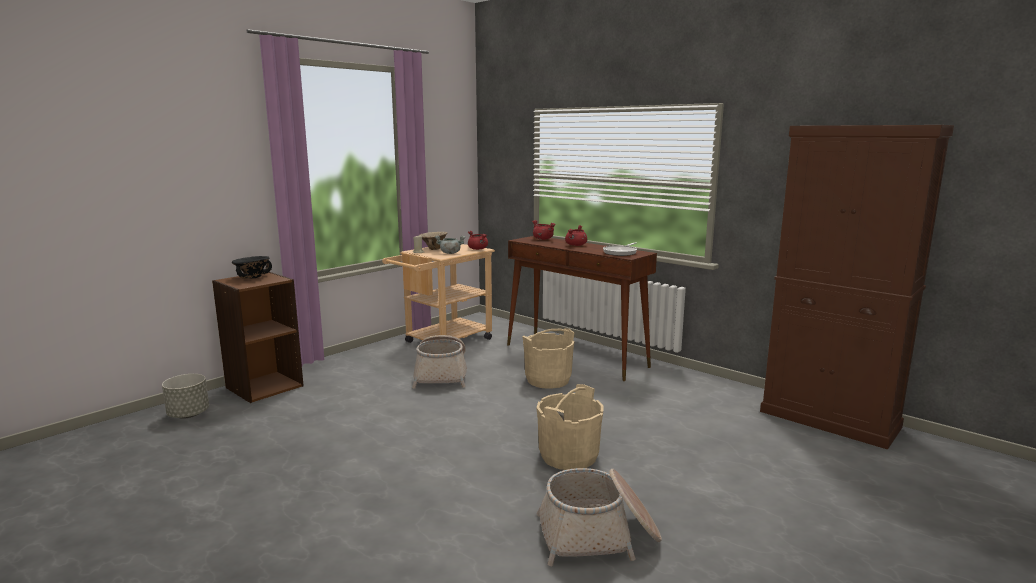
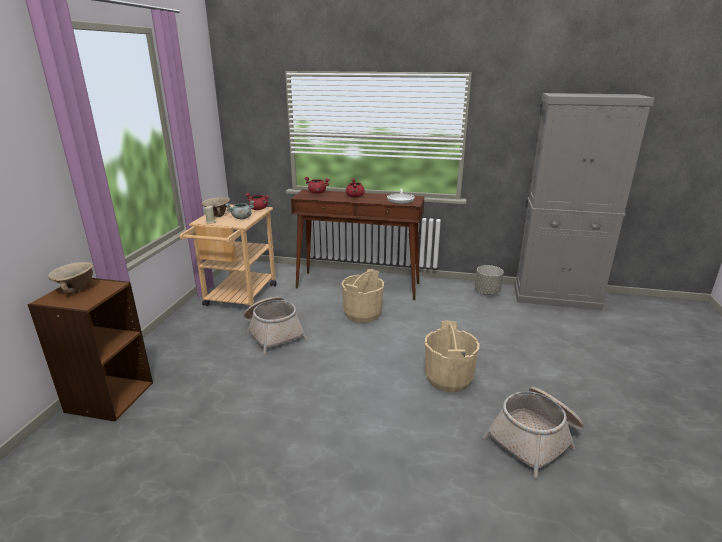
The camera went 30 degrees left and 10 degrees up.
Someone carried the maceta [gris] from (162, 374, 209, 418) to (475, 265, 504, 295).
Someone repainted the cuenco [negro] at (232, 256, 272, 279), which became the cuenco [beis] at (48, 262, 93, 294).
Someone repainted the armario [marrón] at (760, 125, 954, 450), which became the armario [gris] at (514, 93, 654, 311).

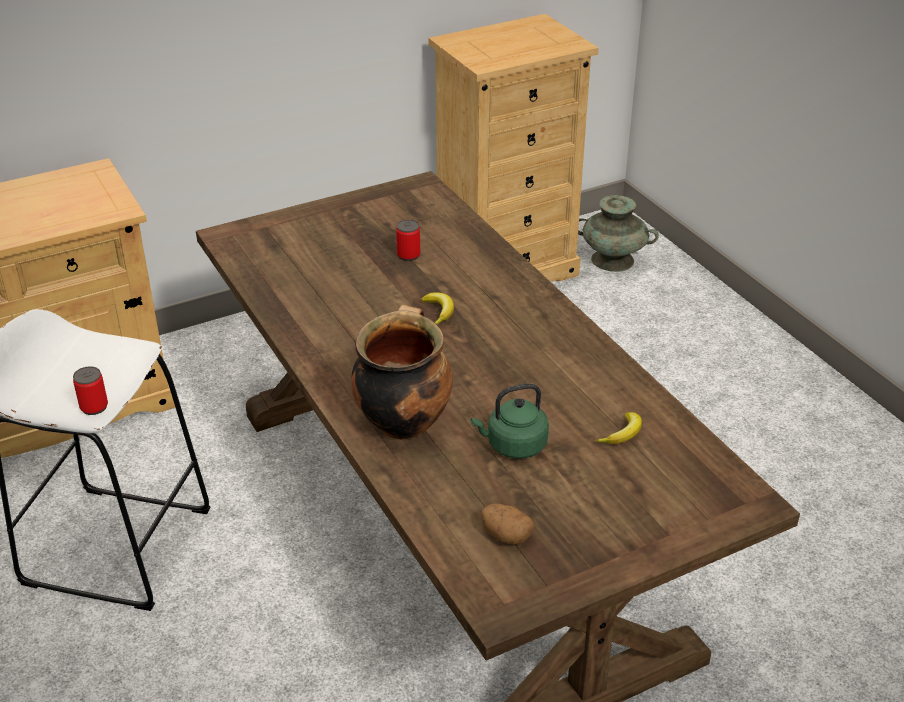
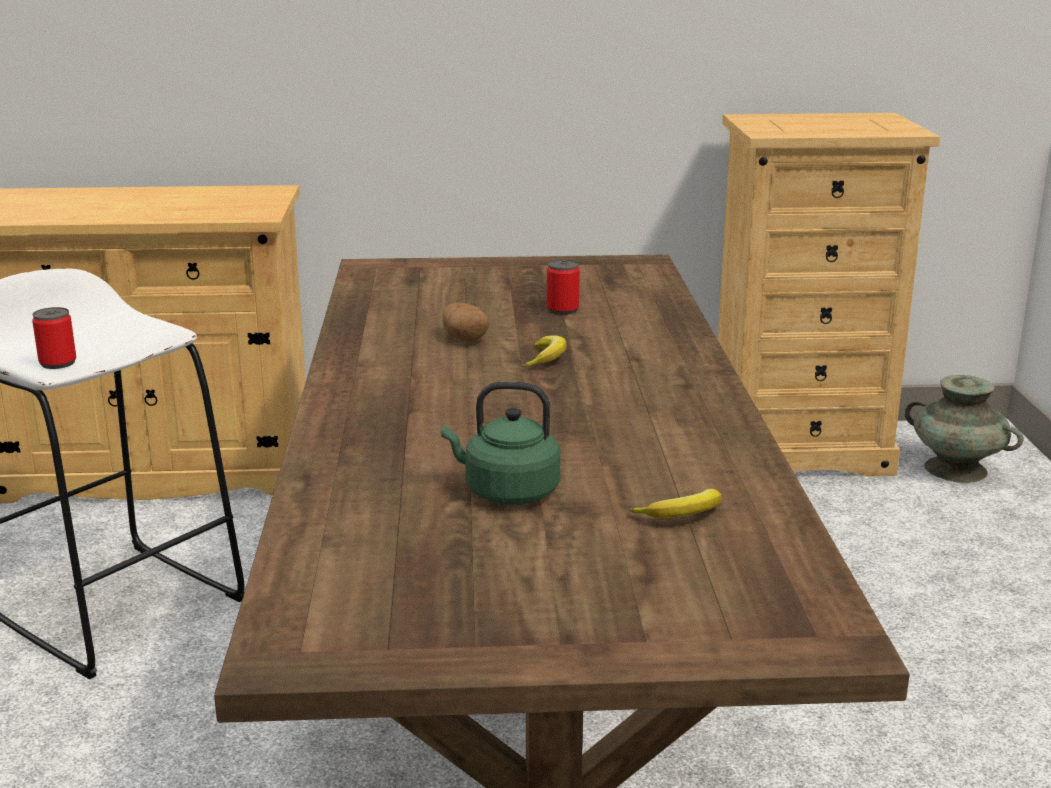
The camera went 25 degrees right and 15 degrees down.
Someone took away the olla at (351, 305, 453, 440).
Someone carried the patata from (480, 504, 534, 545) to (442, 303, 489, 342).

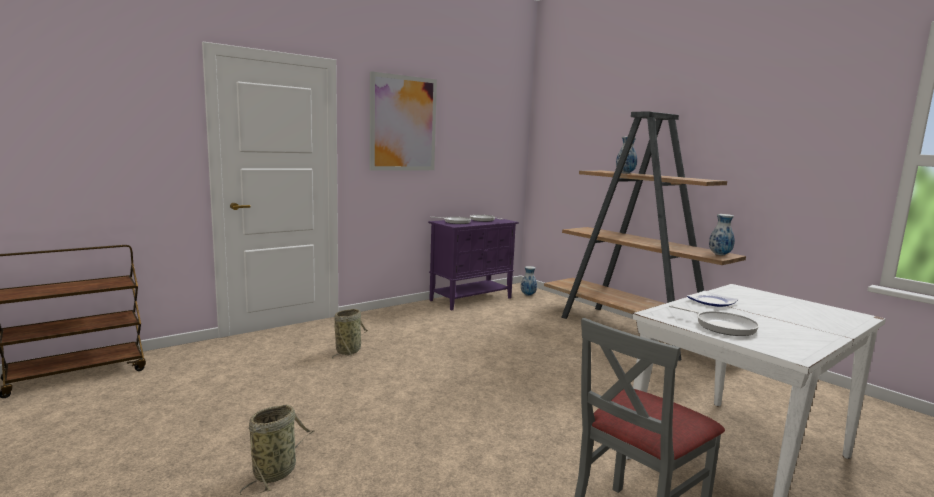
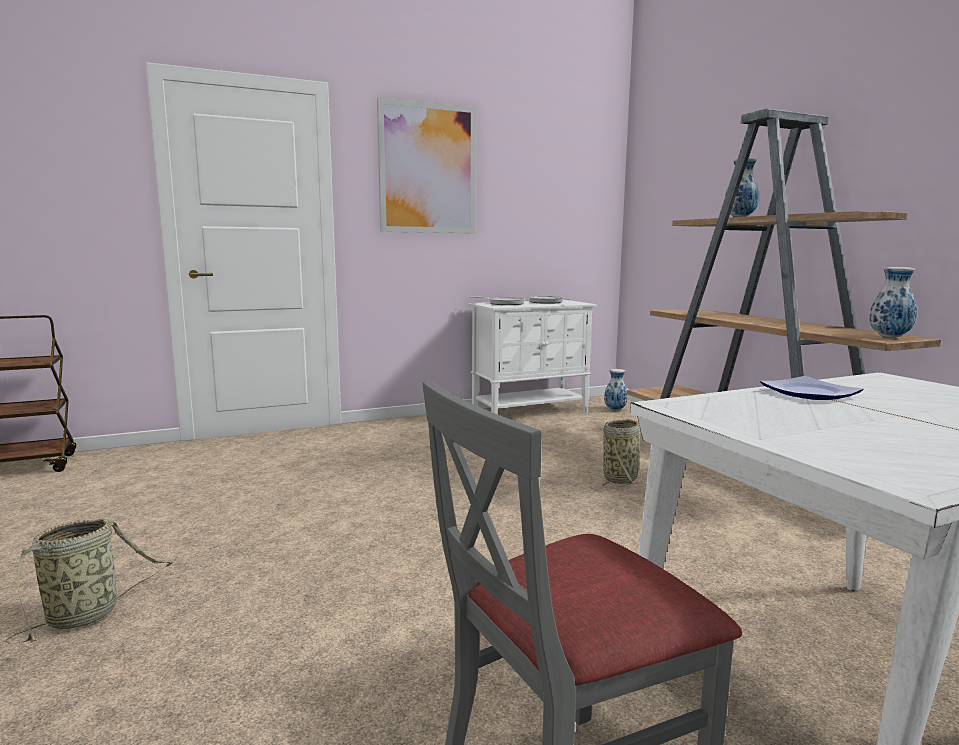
The camera went 15 degrees right and 0 degrees up.
Someone carried the cesta from (332, 309, 368, 359) to (602, 419, 640, 488).
Someone repainted the armario [morado] at (428, 217, 519, 311), which became the armario [blanco] at (468, 300, 597, 414).
Someone took away the sartén at (669, 305, 759, 336).

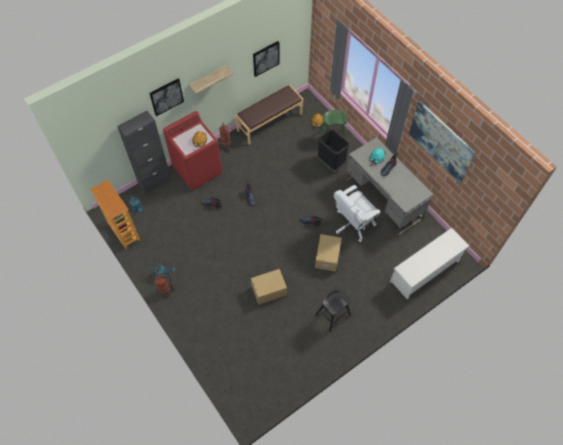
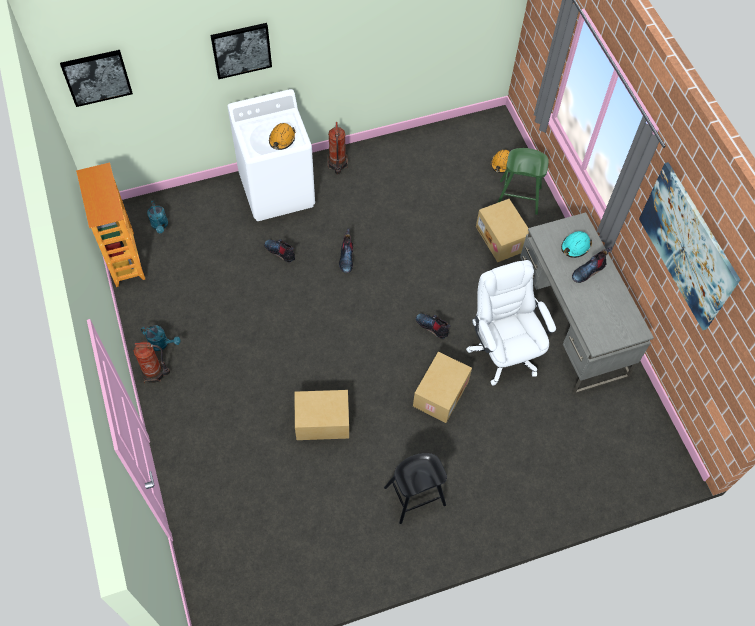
The camera went 15 degrees right and 0 degrees up.
Someone took away the armario [negro] at (117, 111, 171, 194).
Someone repainted the lavadora [rojo] at (163, 111, 222, 191), which became the lavadora [blanco] at (227, 89, 315, 221).
Someone took away the estante at (189, 65, 233, 94).
Someone took away the banco [marrón] at (236, 85, 303, 145).
Someone carried the cuadro from (253, 41, 279, 77) to (60, 50, 133, 107).
Someone swapped the papelera [negro] at (318, 129, 349, 172) for the caja de cartón at (476, 199, 529, 262).
Someone rotated the silla de oficina [blanco] at (334, 185, 380, 242) by 90 degrees clockwise.
Someone took away the zapatero [blanco] at (390, 228, 469, 299).

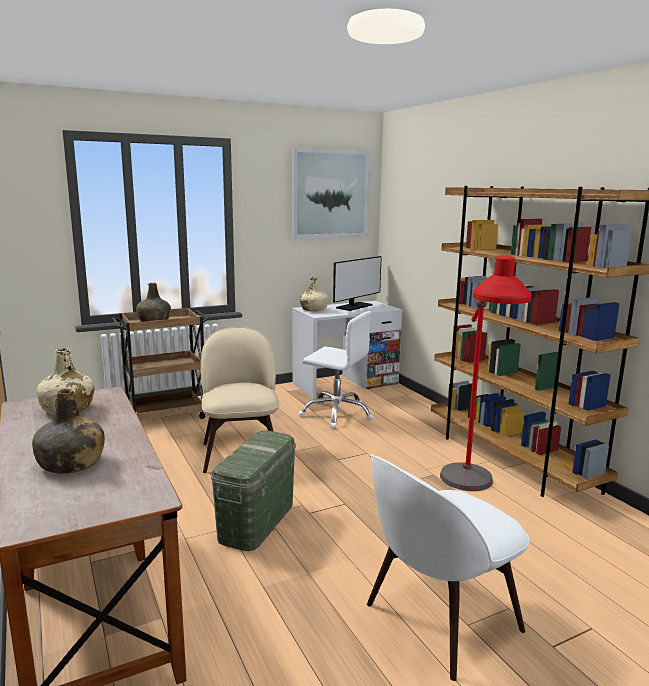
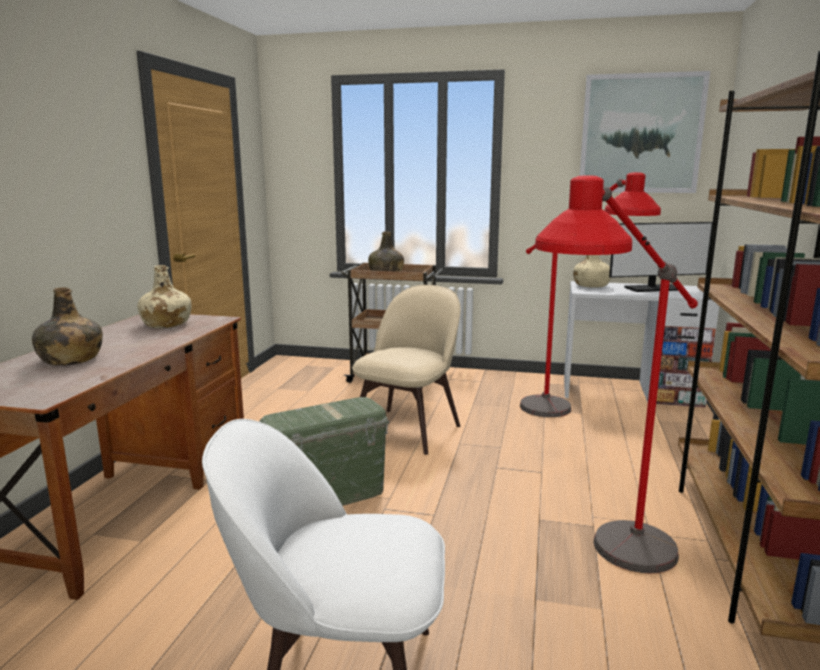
The camera went 40 degrees right and 0 degrees up.
Someone swapped the silla de oficina [blanco] at (299, 311, 373, 428) for the lámpara de pie [rojo] at (520, 172, 661, 417).

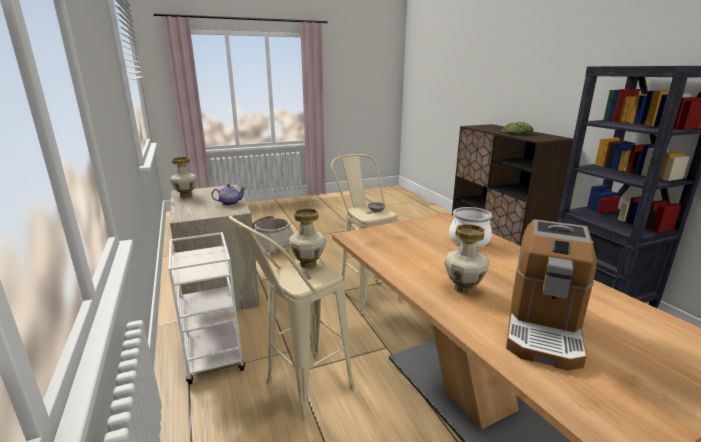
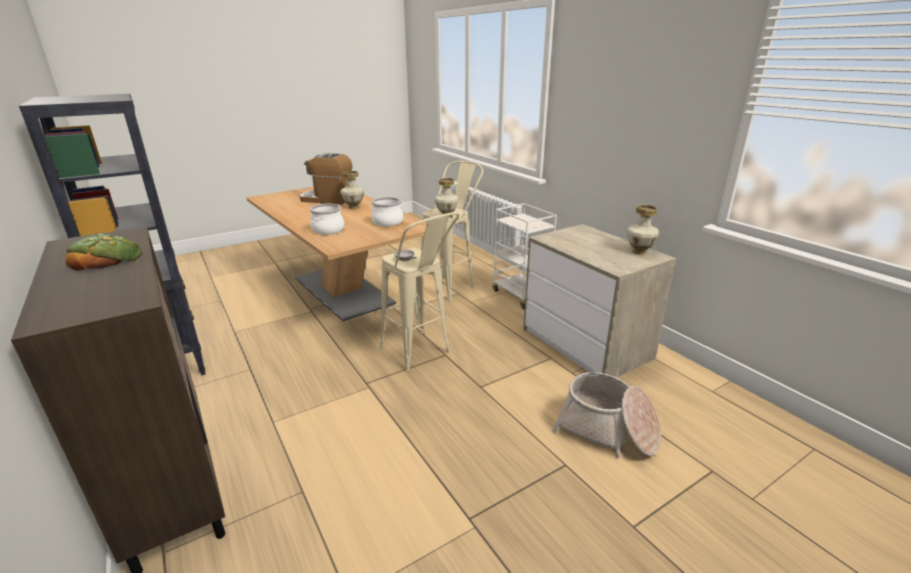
The camera went 170 degrees right and 5 degrees up.
Someone took away the tetera at (211, 184, 246, 205).
Someone rotated the cafetera at (506, 219, 597, 371) by 90 degrees counterclockwise.
Someone put down the olla at (371, 197, 403, 227).

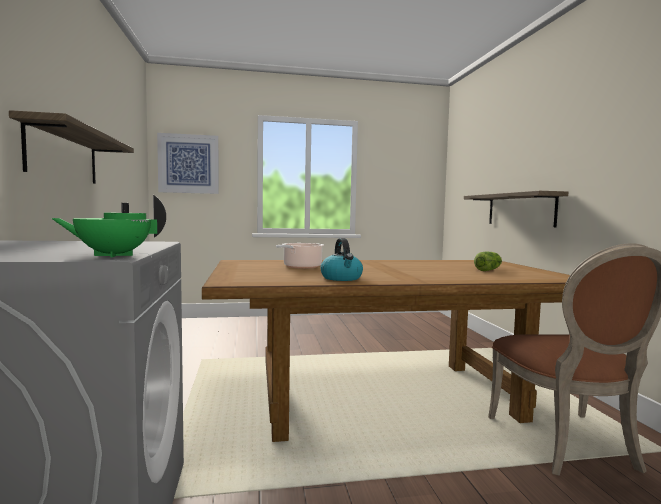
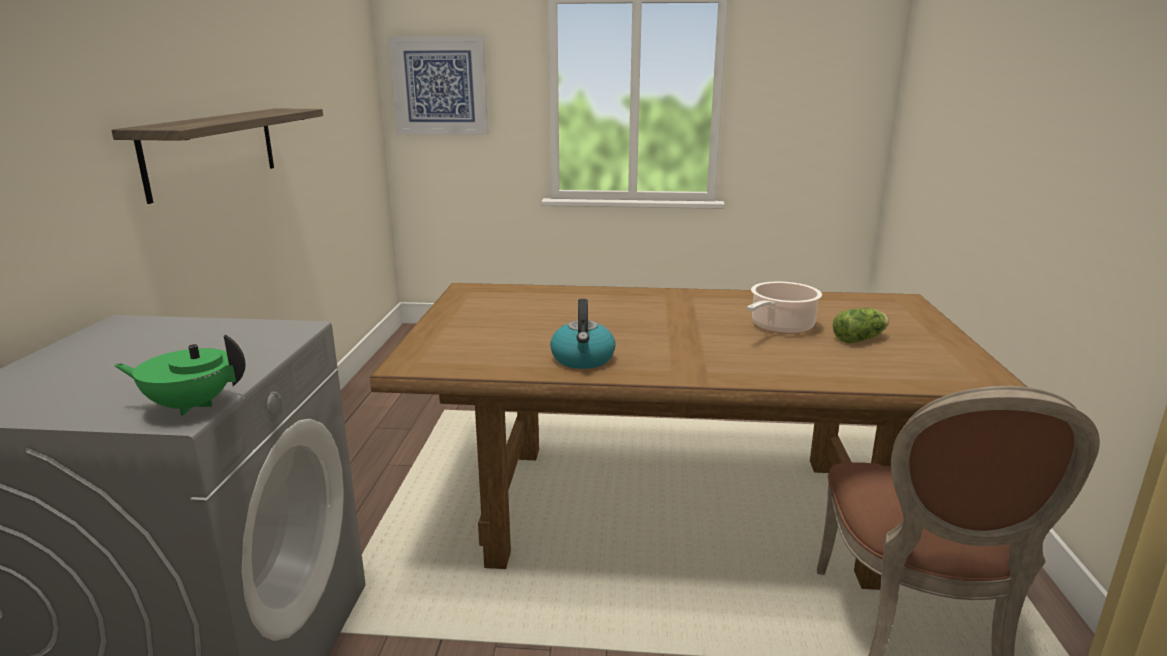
The camera went 15 degrees right and 15 degrees up.
Someone carried the olla from (276, 243, 324, 269) to (747, 282, 822, 334).
Someone took away the estante at (464, 191, 568, 227).

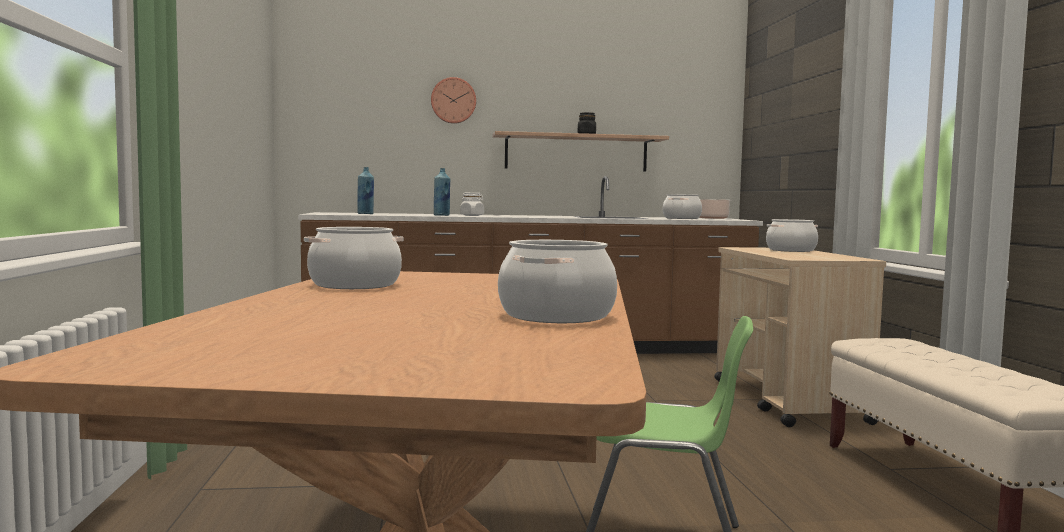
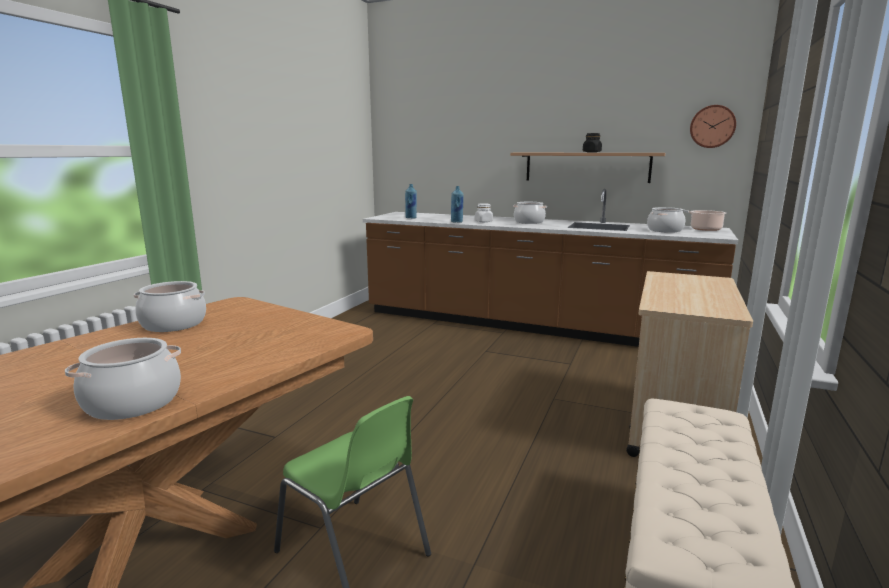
The camera went 30 degrees right and 10 degrees up.
Someone carried the reloj de pared from (431, 77, 476, 124) to (690, 105, 736, 148).
Someone carried the olla from (766, 219, 818, 252) to (513, 202, 547, 224).

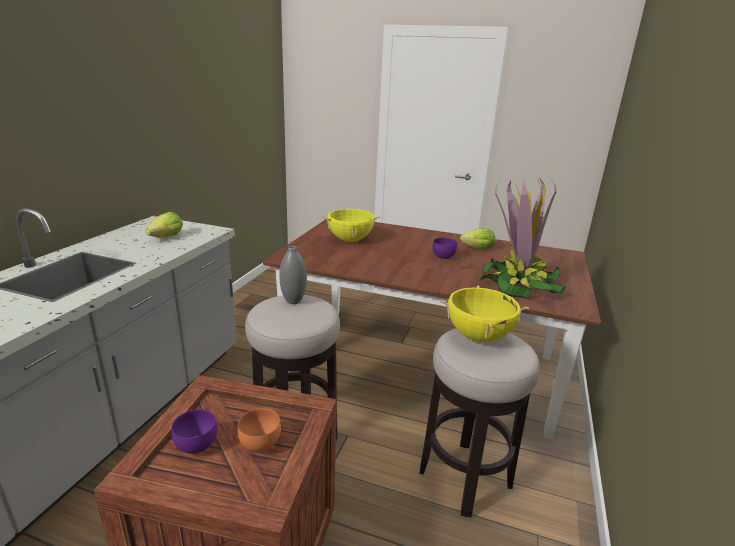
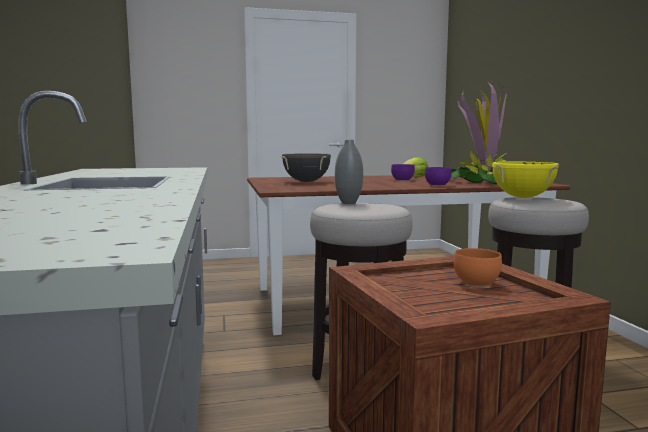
The camera went 30 degrees left and 15 degrees down.
Someone took away the lechuga at (146, 212, 183, 237).
Someone carried the cuenco [morado] from (172, 409, 217, 454) to (425, 167, 452, 186).
Someone repainted the olla [amarillo] at (322, 208, 380, 242), which became the olla [negro] at (281, 154, 331, 182).

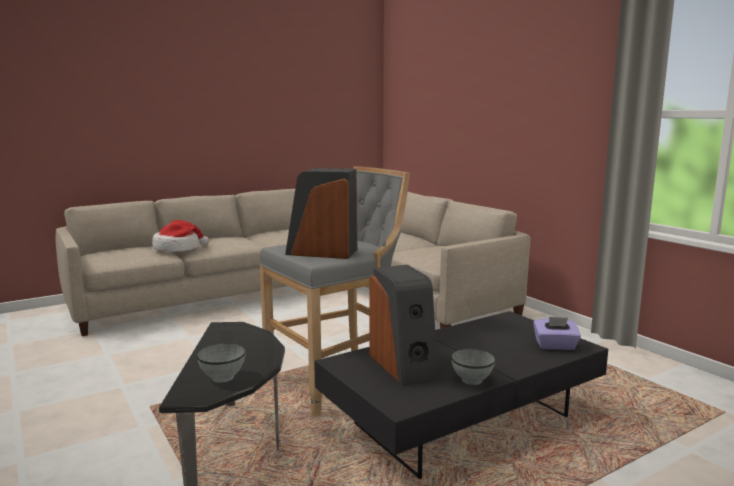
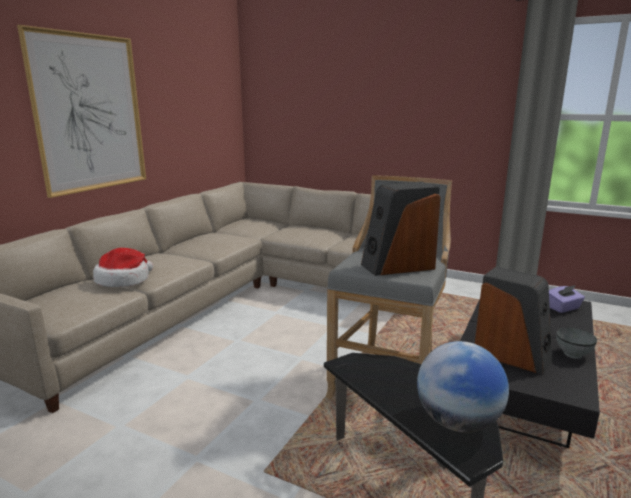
The camera went 30 degrees left and 5 degrees up.
Someone swapped the cuenco [gris] at (197, 344, 245, 383) for the globo terráqueo at (417, 341, 509, 433).
Someone put up the cuadro at (17, 25, 146, 198).

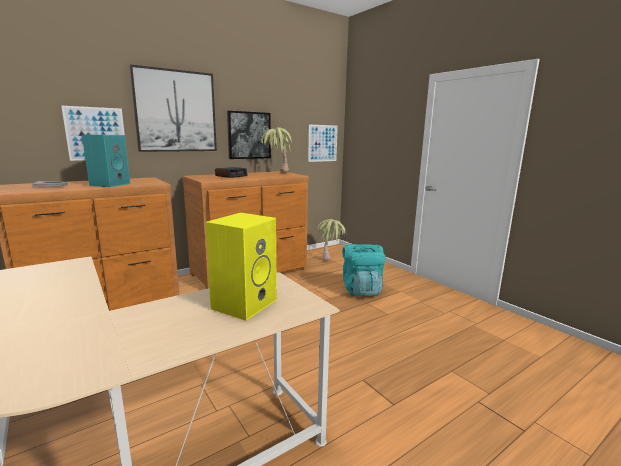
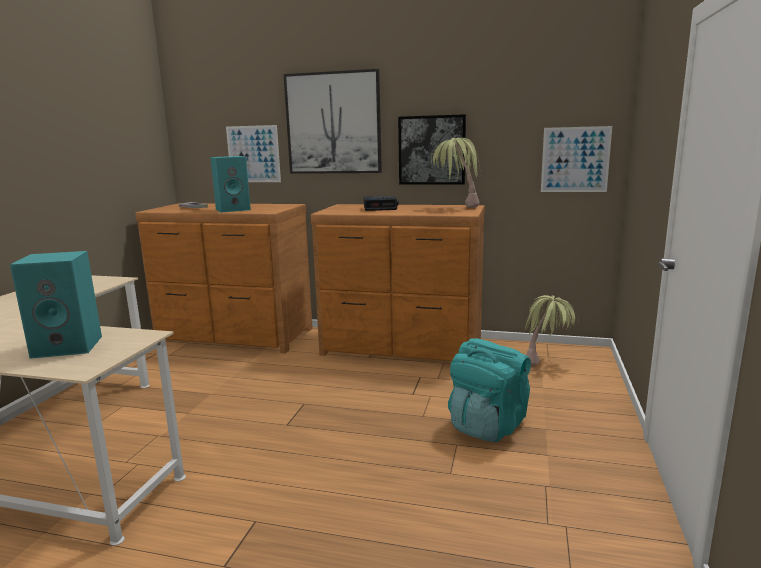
The camera went 50 degrees right and 0 degrees up.
Someone repainted the altavoz [amarillo] at (205, 213, 277, 321), which became the altavoz [turquesa] at (10, 251, 102, 359).

